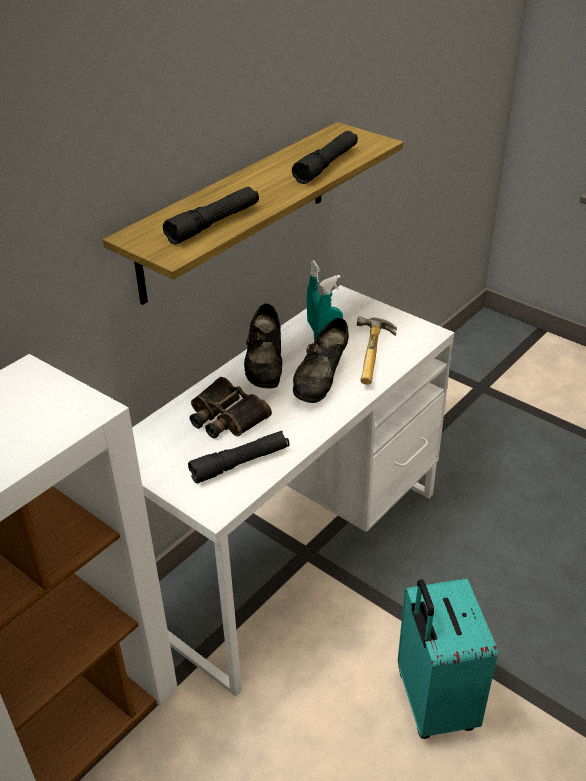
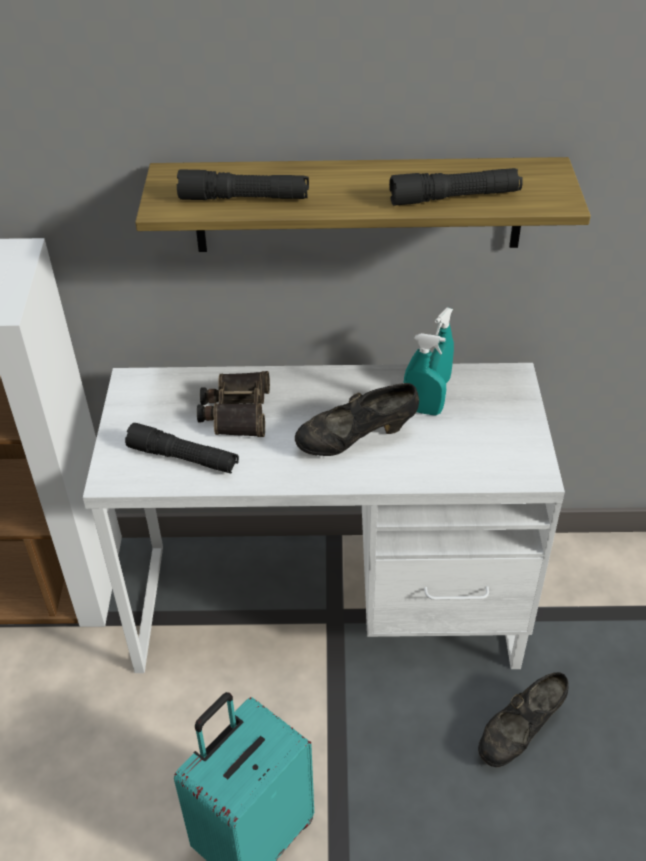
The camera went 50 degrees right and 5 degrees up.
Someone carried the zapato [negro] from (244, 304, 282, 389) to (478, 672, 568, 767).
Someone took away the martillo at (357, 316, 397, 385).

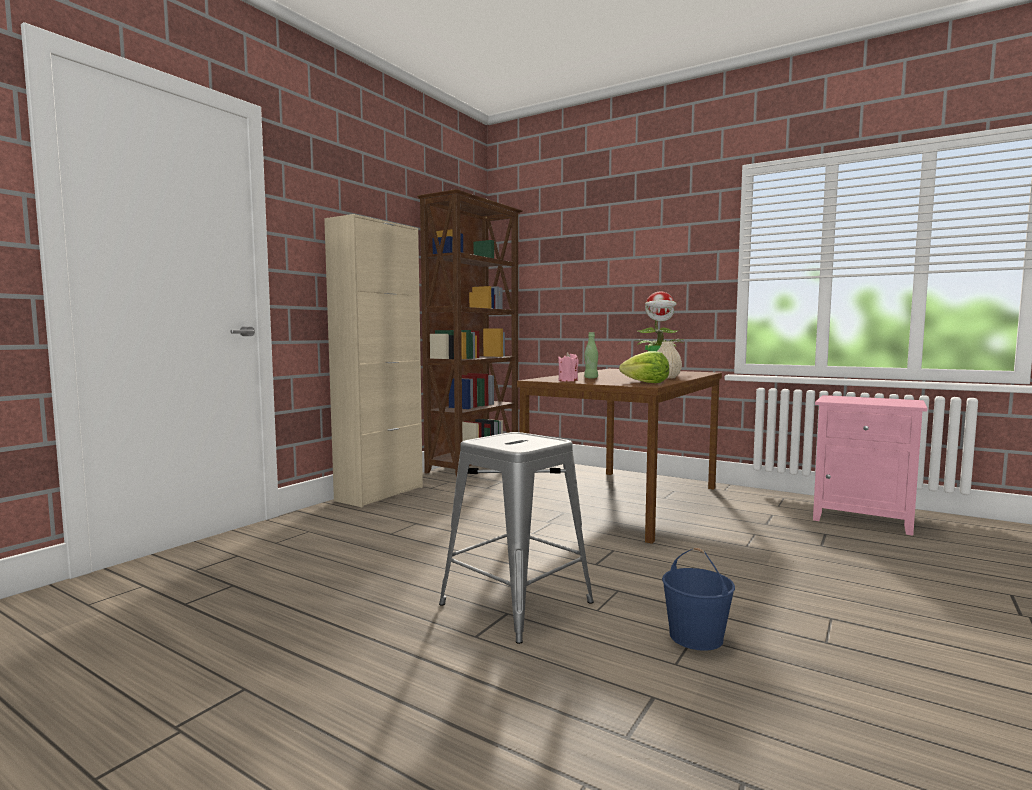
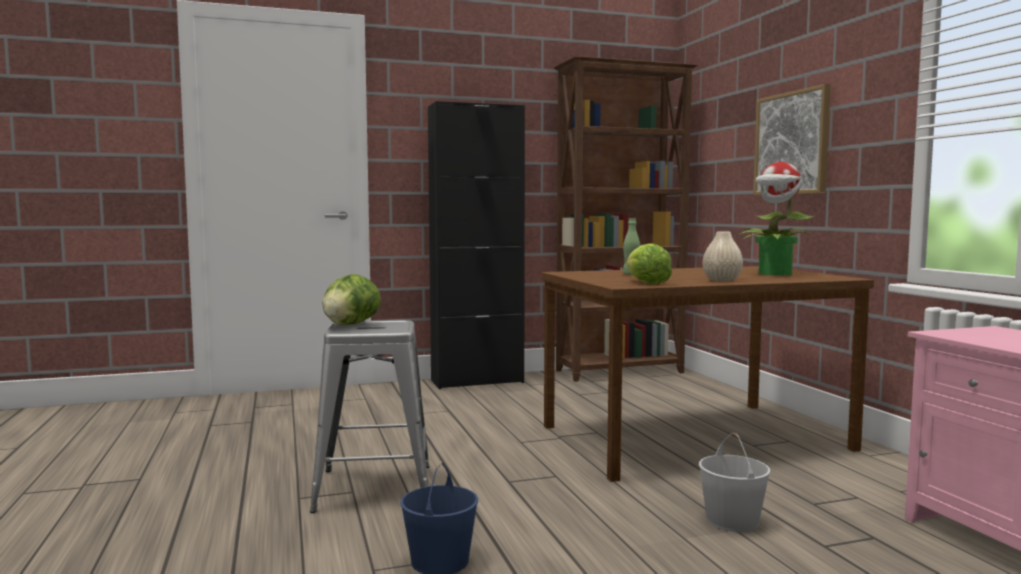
The camera went 40 degrees right and 0 degrees up.
Someone repainted the armario [beis] at (324, 214, 423, 507), which became the armario [negro] at (428, 101, 525, 389).
Someone took away the vela [rosa] at (558, 352, 578, 381).
Someone put down the lechuga at (322, 274, 381, 325).
Someone put down the cubo [blanco] at (699, 433, 771, 532).
Someone put up the cuadro at (753, 84, 831, 195).

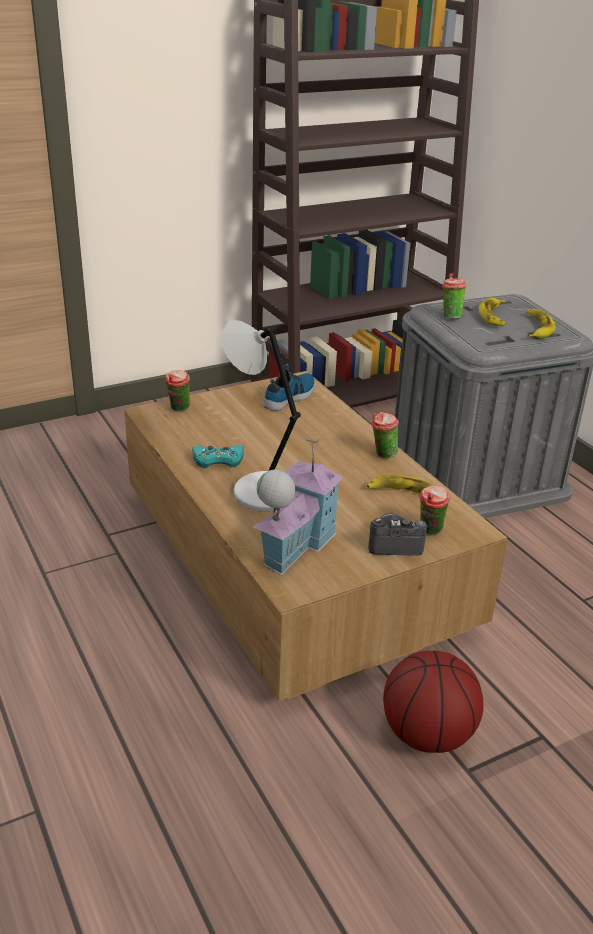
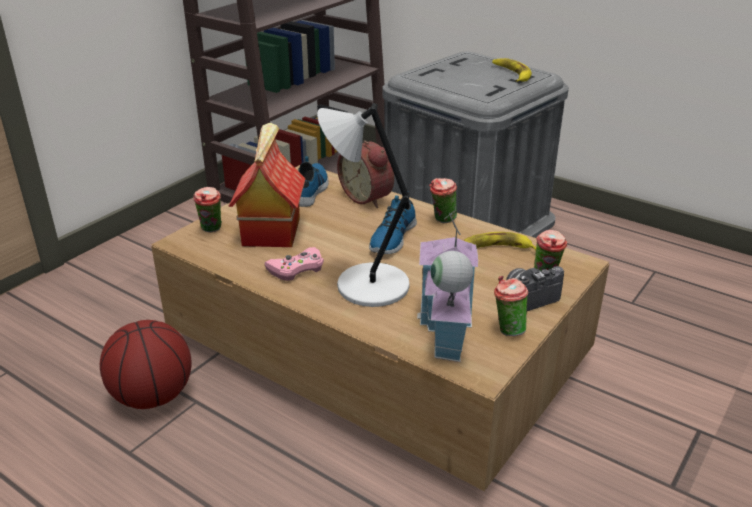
The camera went 25 degrees left and 0 degrees up.
Someone repainted the mando de consola [turquesa] at (192, 445, 244, 468), which became the mando de consola [rosa] at (265, 247, 324, 281).
Someone carried the balón de baloncesto from (383, 651, 484, 753) to (100, 320, 192, 409).
Someone carried the taza from (442, 273, 466, 319) to (494, 276, 528, 336).
Someone took away the plátano at (479, 298, 506, 326).
Someone put down the casita at (228, 123, 305, 247).
Someone put down the despertador at (337, 140, 394, 208).
Someone put down the zapato at (369, 191, 417, 254).

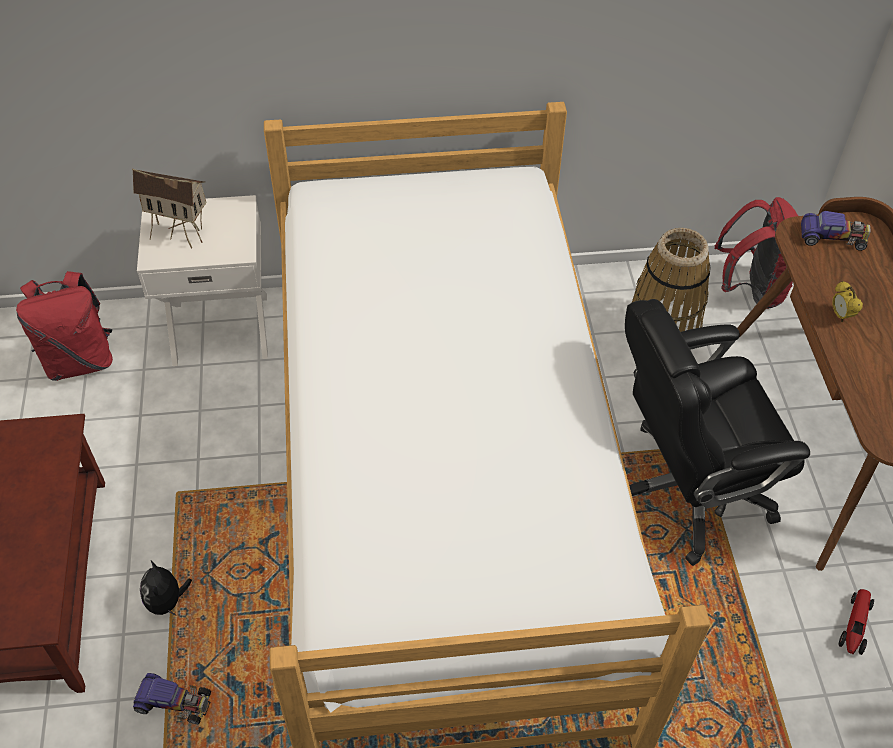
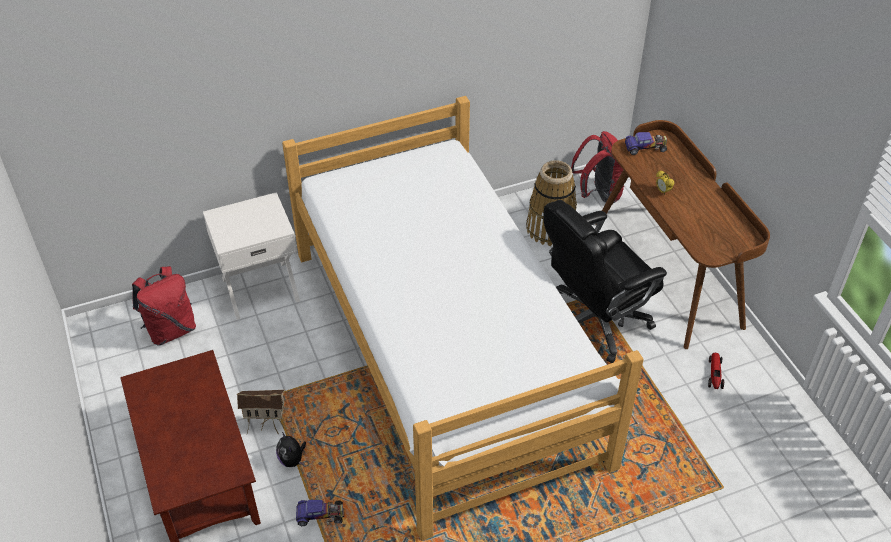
The camera went 15 degrees left and 5 degrees down.
Someone carried the casita from (132, 168, 207, 248) to (237, 390, 285, 434).

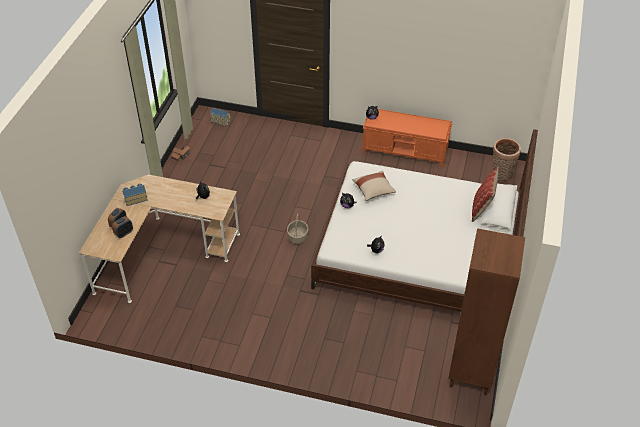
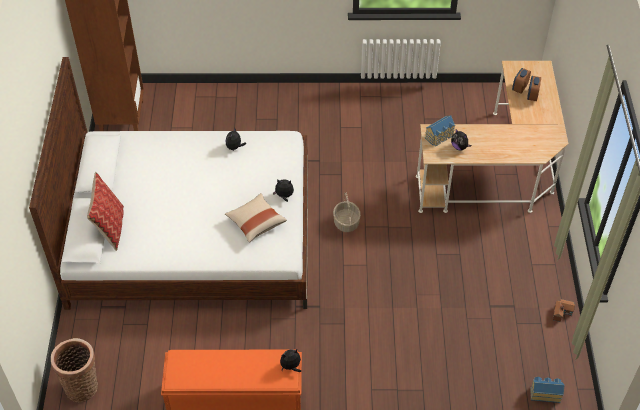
The camera went 165 degrees right and 5 degrees up.
Someone carried the casita from (123, 184, 148, 206) to (425, 115, 455, 146).

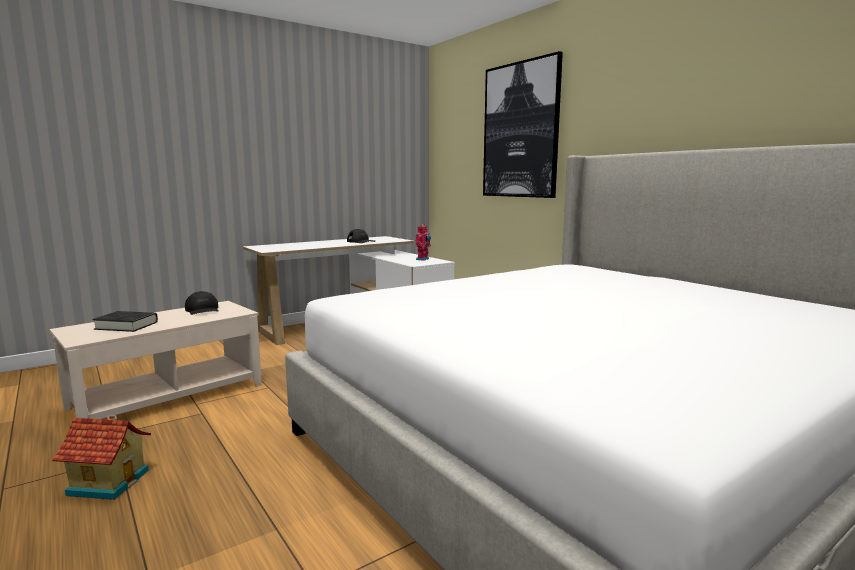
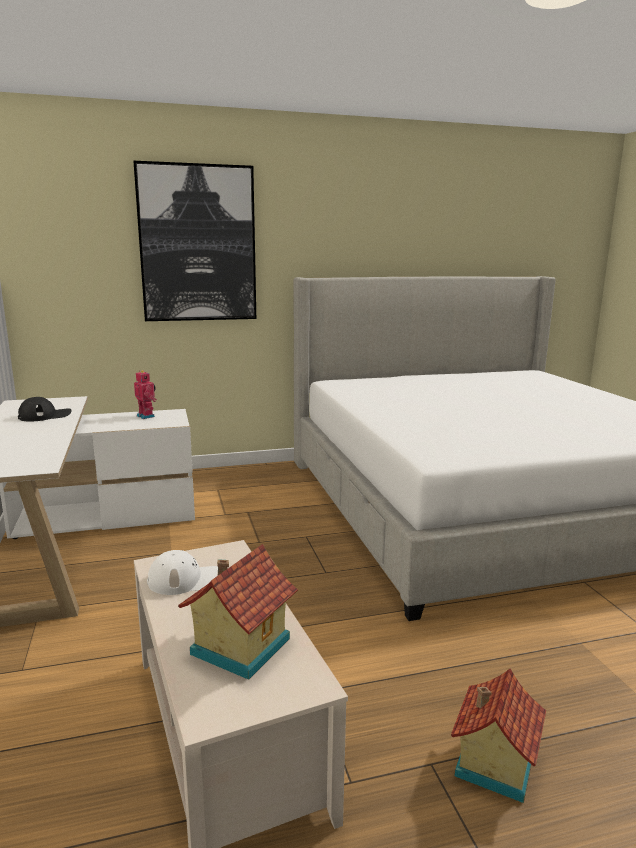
The camera went 70 degrees left and 5 degrees up.
Someone swapped the libro [negro] at (93, 311, 158, 332) for the casita at (178, 544, 298, 680).
Someone repainted the gorra [negro] at (185, 291, 219, 315), which became the gorra [blanco] at (147, 550, 218, 595).

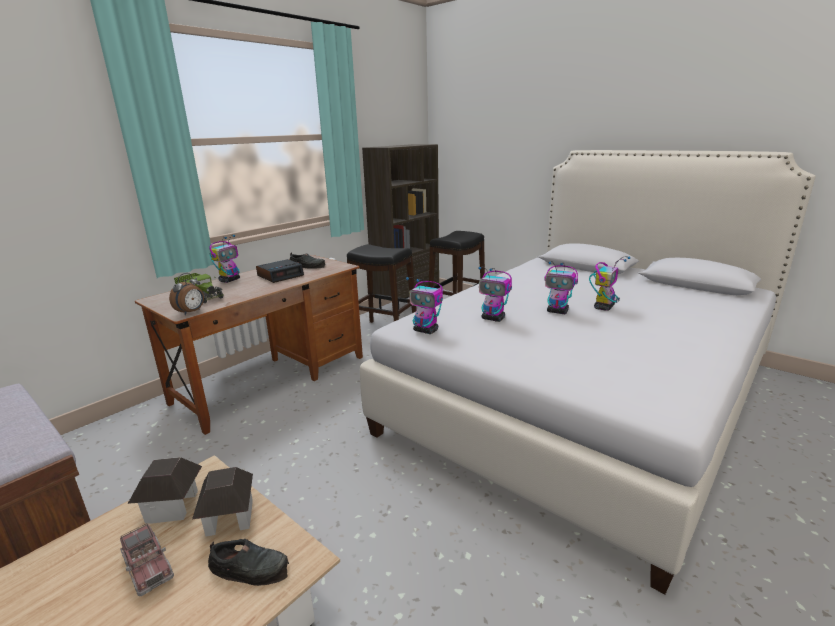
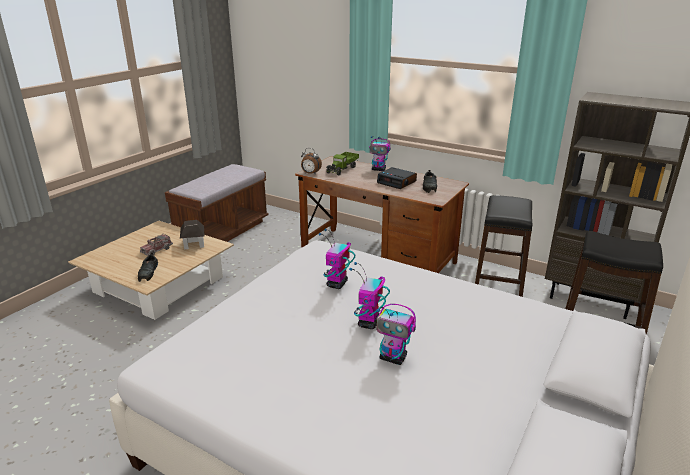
The camera went 80 degrees right and 5 degrees up.
Someone took away the casita at (192, 467, 253, 537).
Someone took away the robot de juguete at (406, 277, 443, 334).

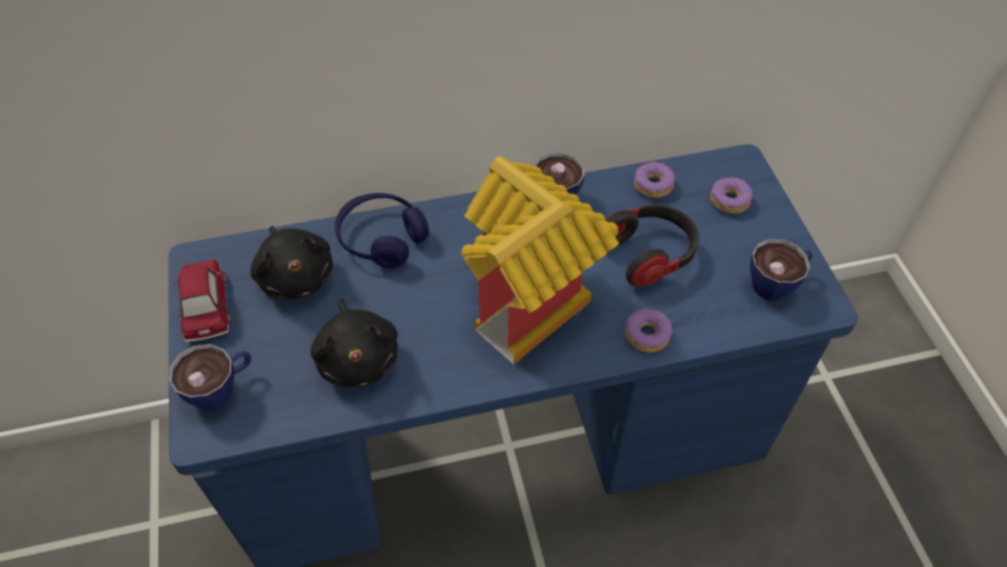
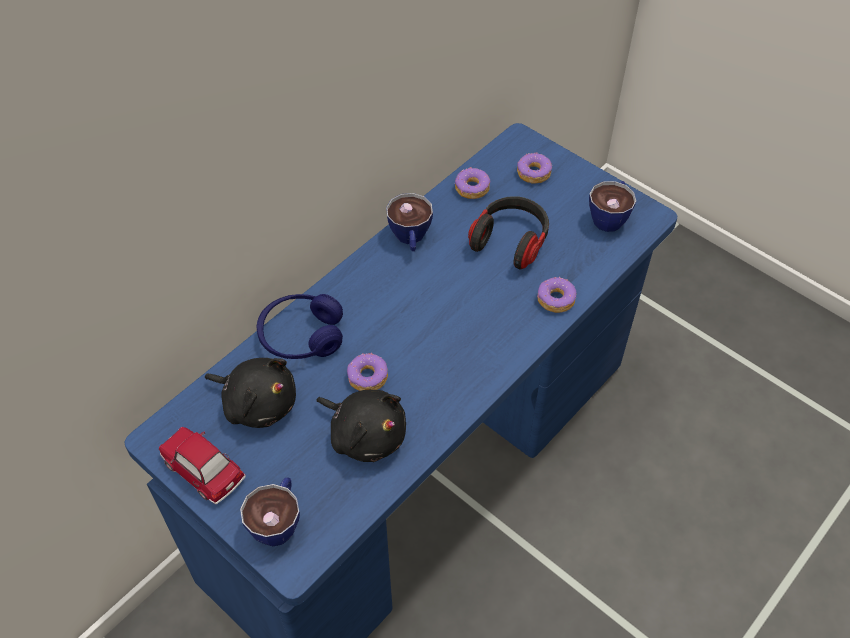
The camera went 35 degrees left and 0 degrees up.
Someone took away the casita at (461, 156, 619, 364).
Someone put down the rosquilla at (347, 353, 388, 391).

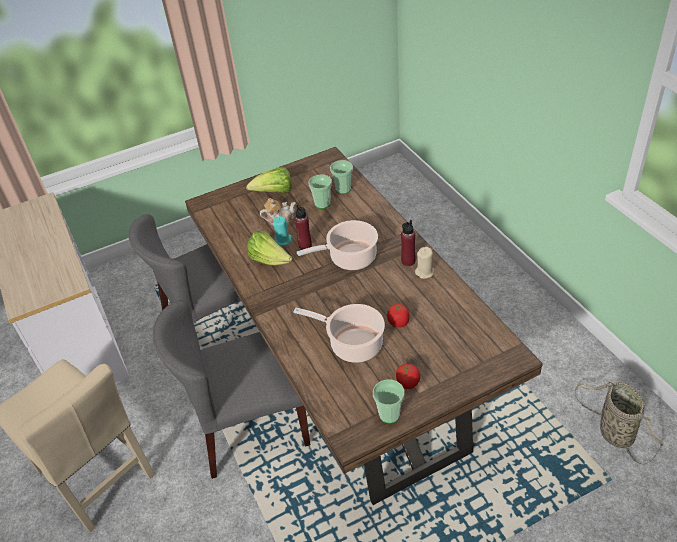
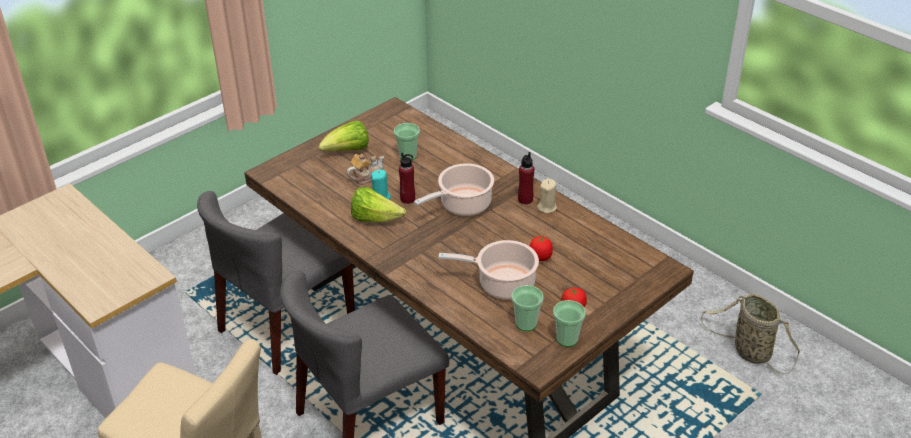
The camera went 20 degrees left and 5 degrees down.
Someone carried the taza from (330, 160, 353, 194) to (511, 285, 544, 331).

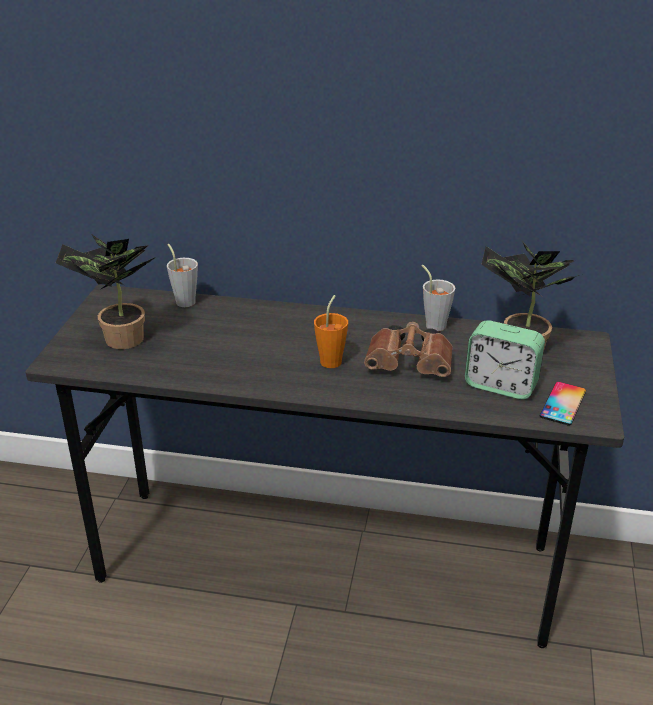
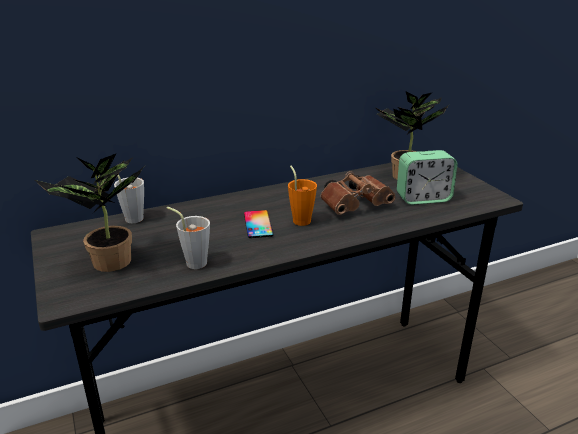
The camera went 35 degrees left and 5 degrees down.
Someone carried the taza [gris] from (422, 265, 455, 331) to (167, 207, 210, 269).
Someone carried the móvil from (540, 382, 586, 426) to (244, 210, 274, 238).

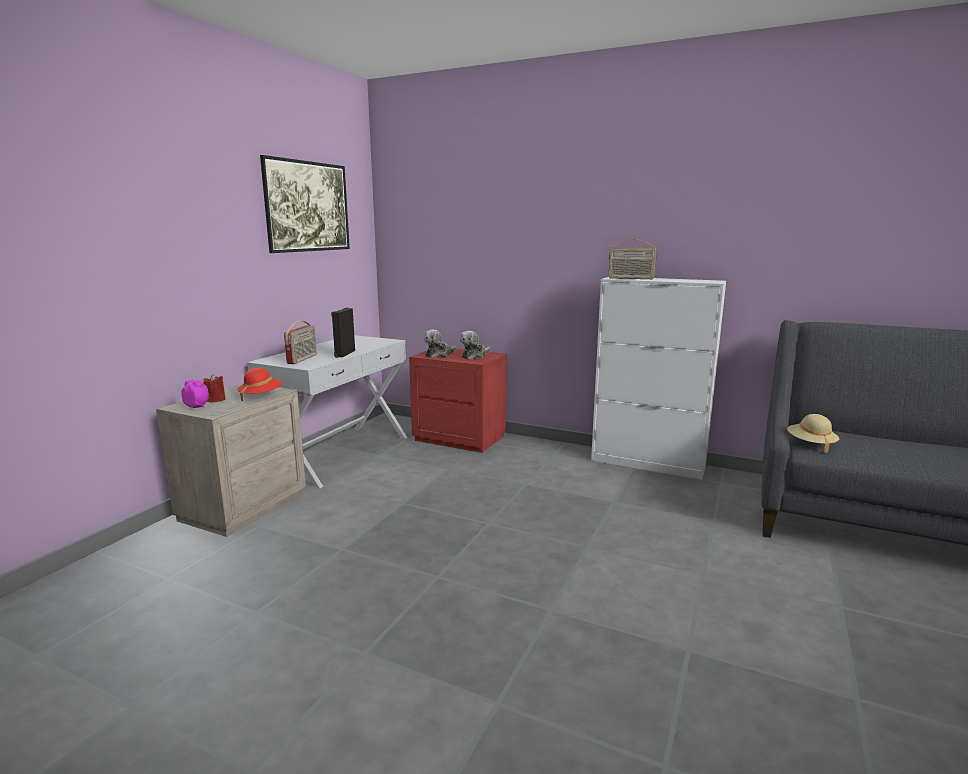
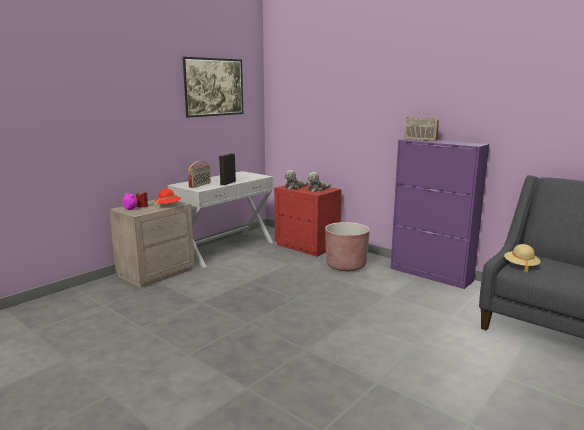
The camera went 15 degrees right and 0 degrees up.
Someone repainted the armario [blanco] at (591, 277, 726, 480), which became the armario [morado] at (390, 139, 489, 289).
Someone put down the maceta [marrón] at (325, 222, 370, 271).

